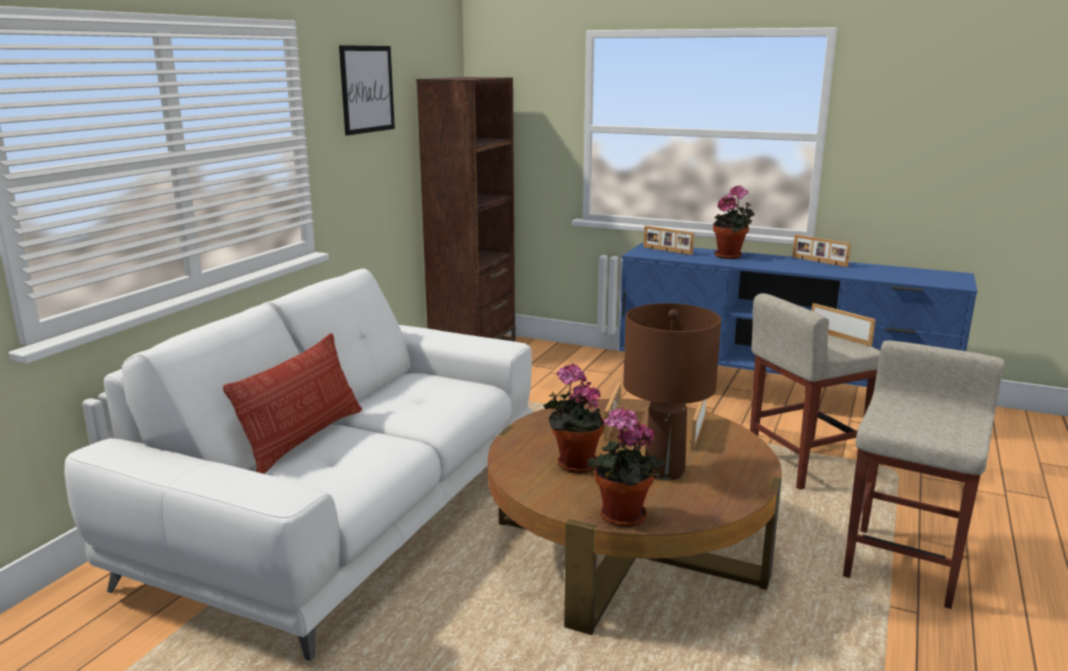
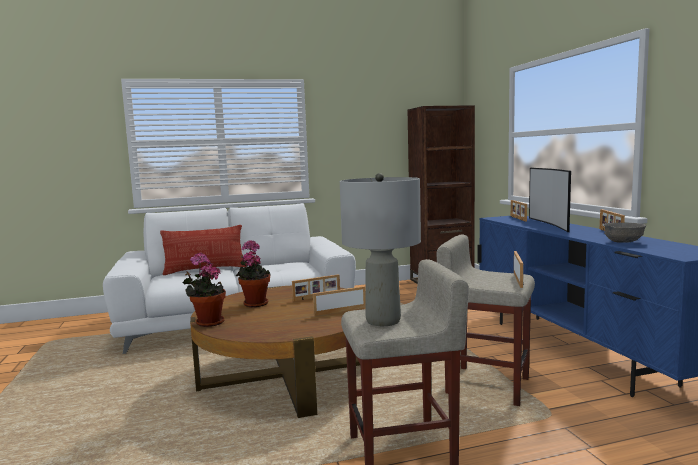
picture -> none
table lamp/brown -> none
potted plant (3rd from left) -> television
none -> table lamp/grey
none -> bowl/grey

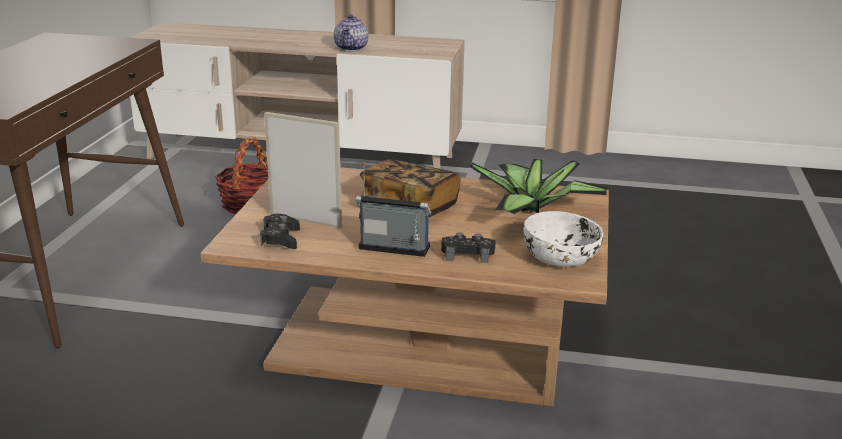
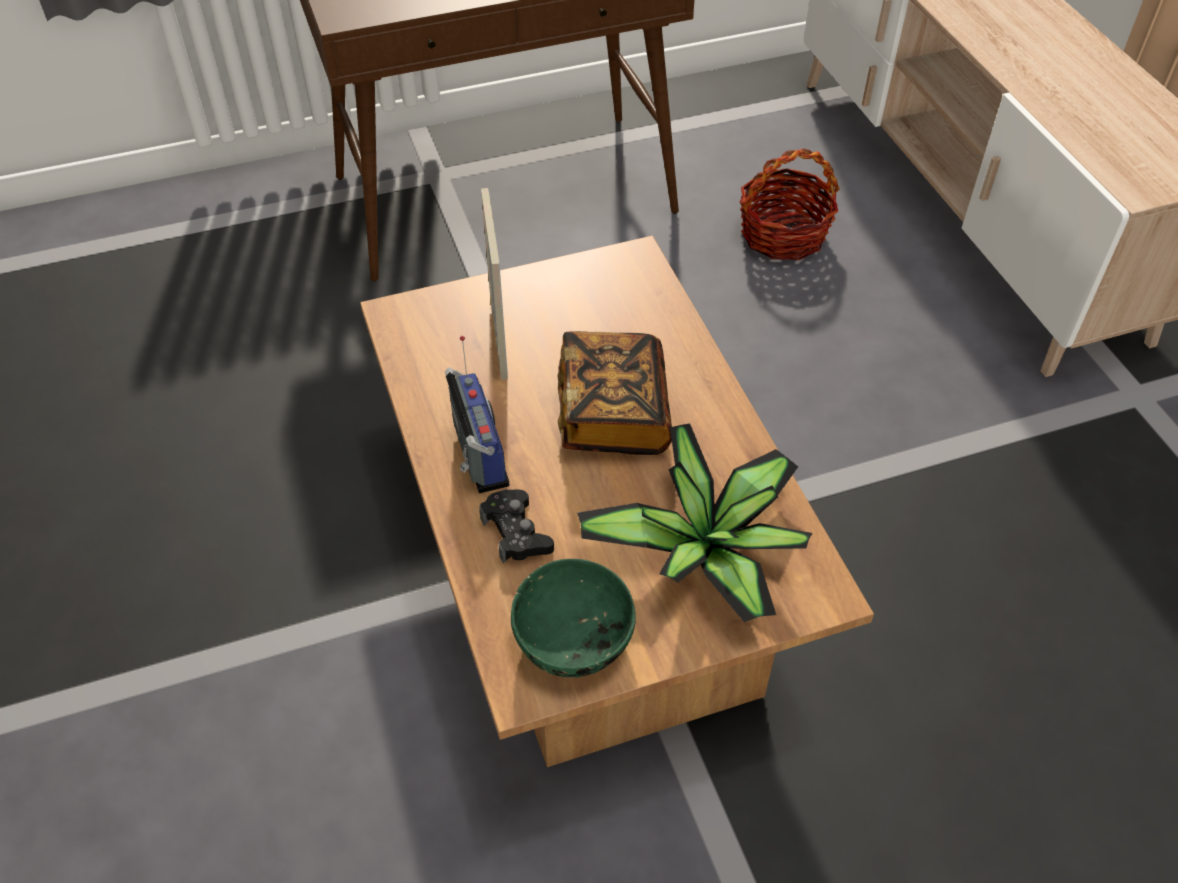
game controller/black (1st from left) -> none
teapot -> none
bowl/white -> bowl/green

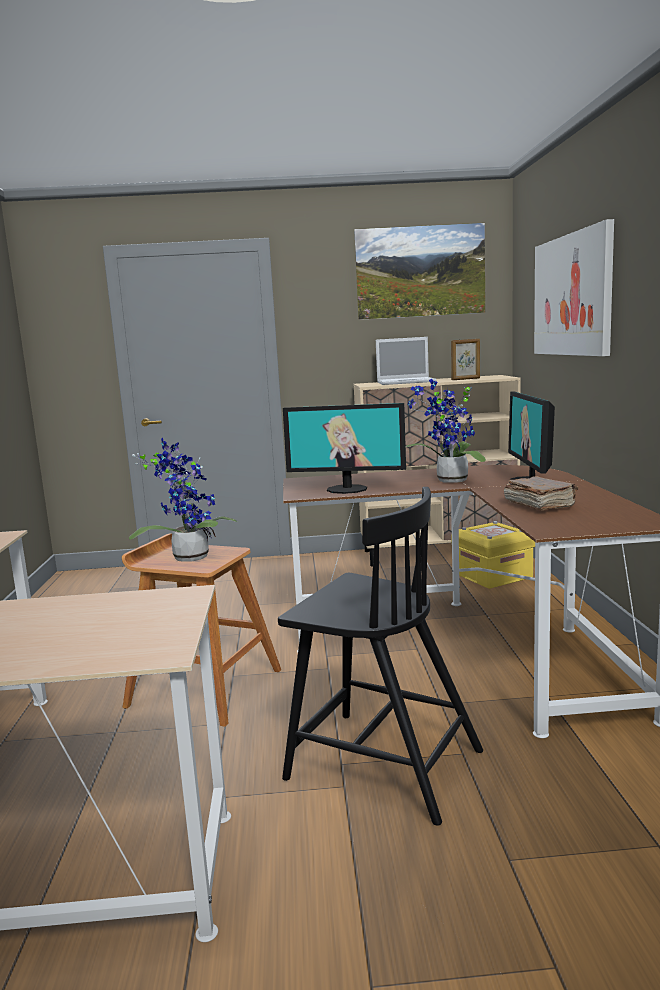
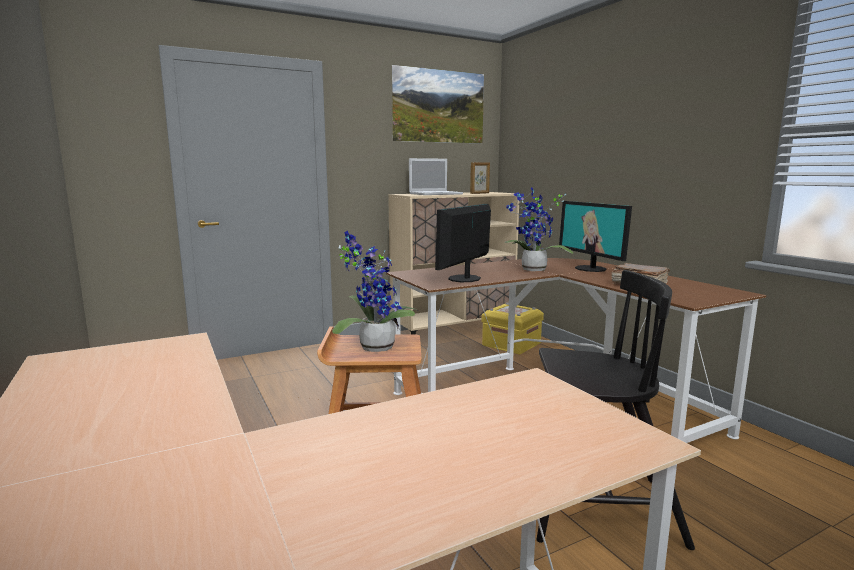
monitor (1st from left), 135 degrees clockwise
picture (2nd from left) -> none

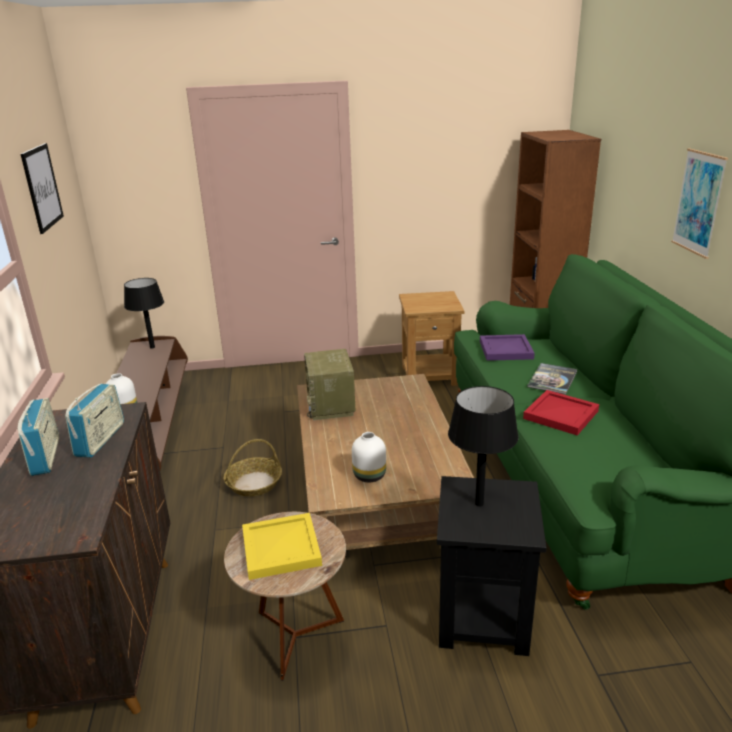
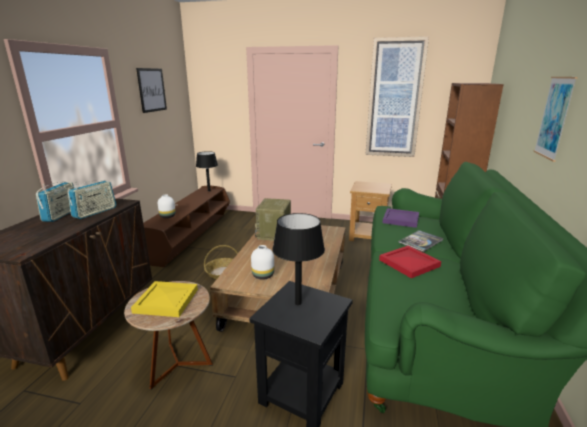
none -> picture (2nd from left)

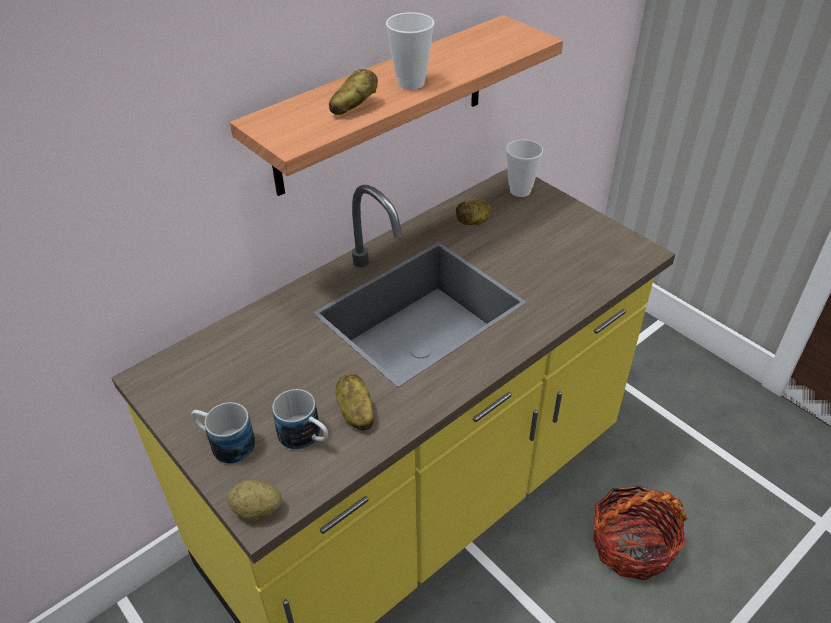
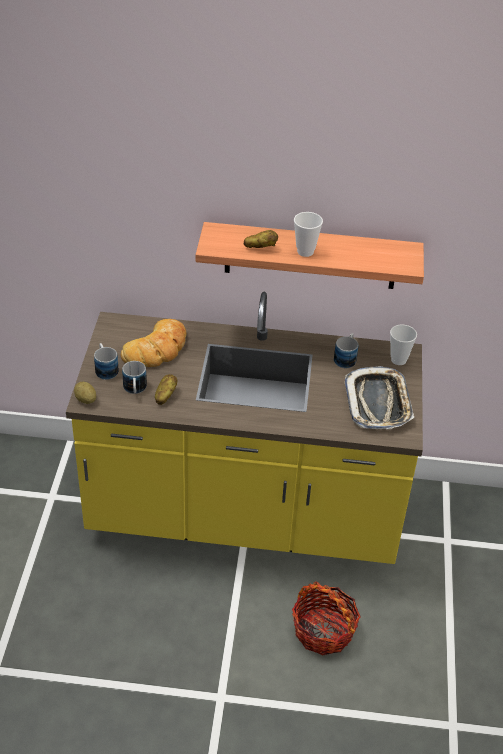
potato (4th from left) -> mug (3rd from left)
none -> bread
none -> tray

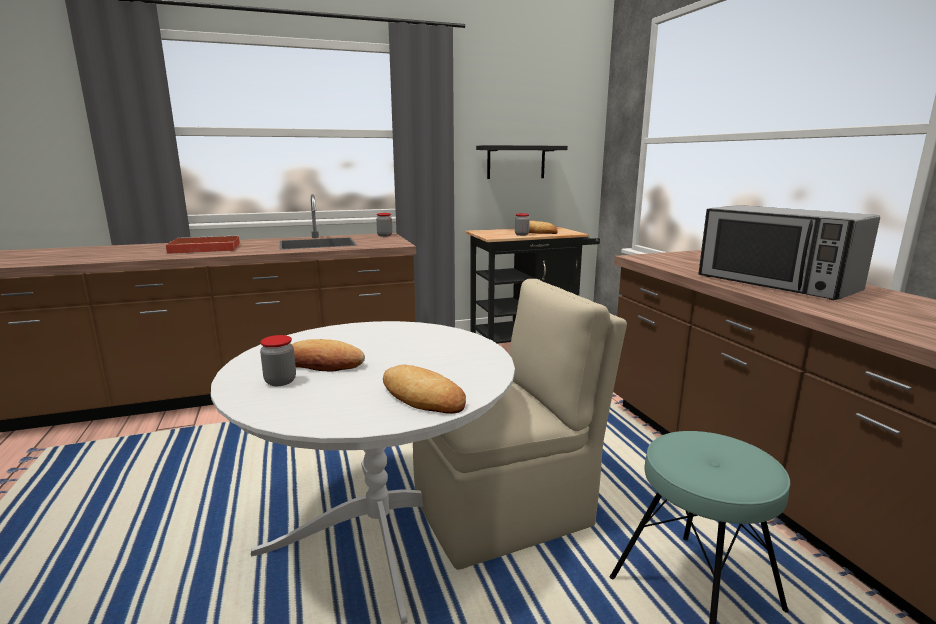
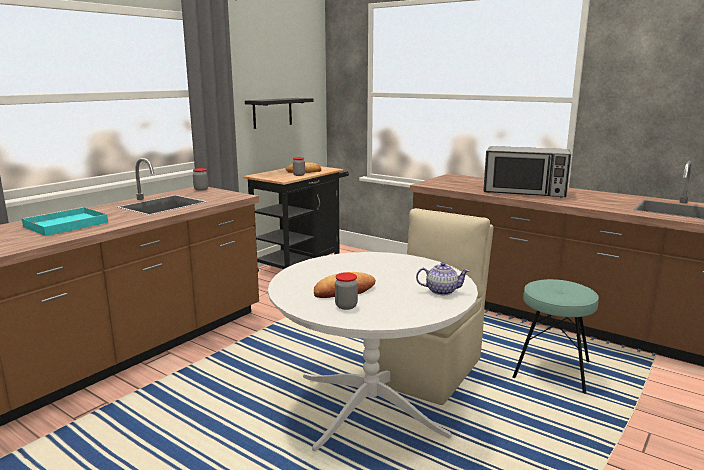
tray/red -> tray/turquoise
bread (2nd from left) -> teapot

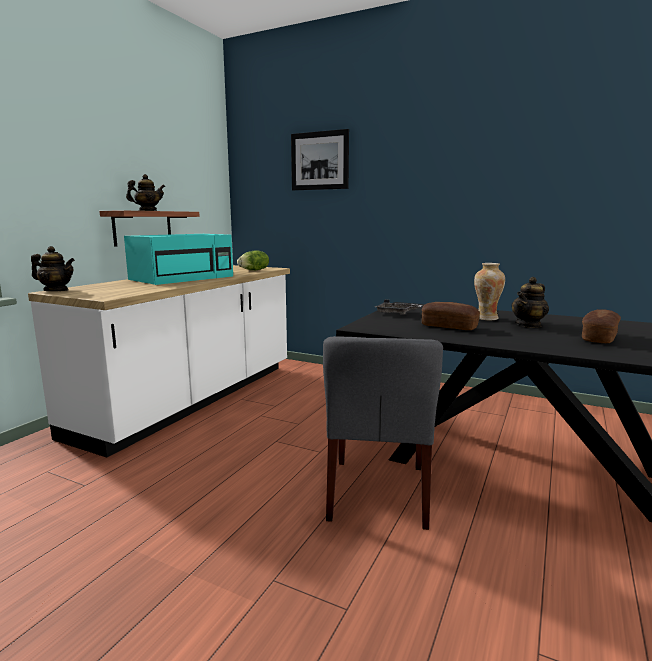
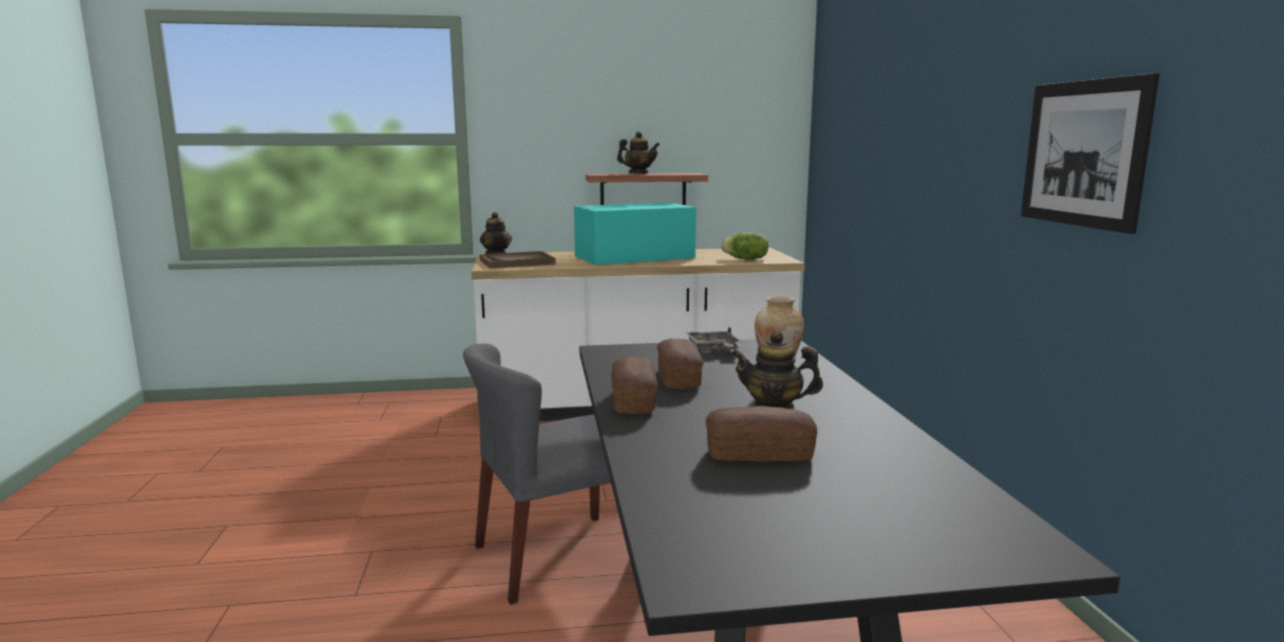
microwave/turquoise, 150 degrees clockwise
picture, moved
none -> tray/brown
none -> bread (1st from left)

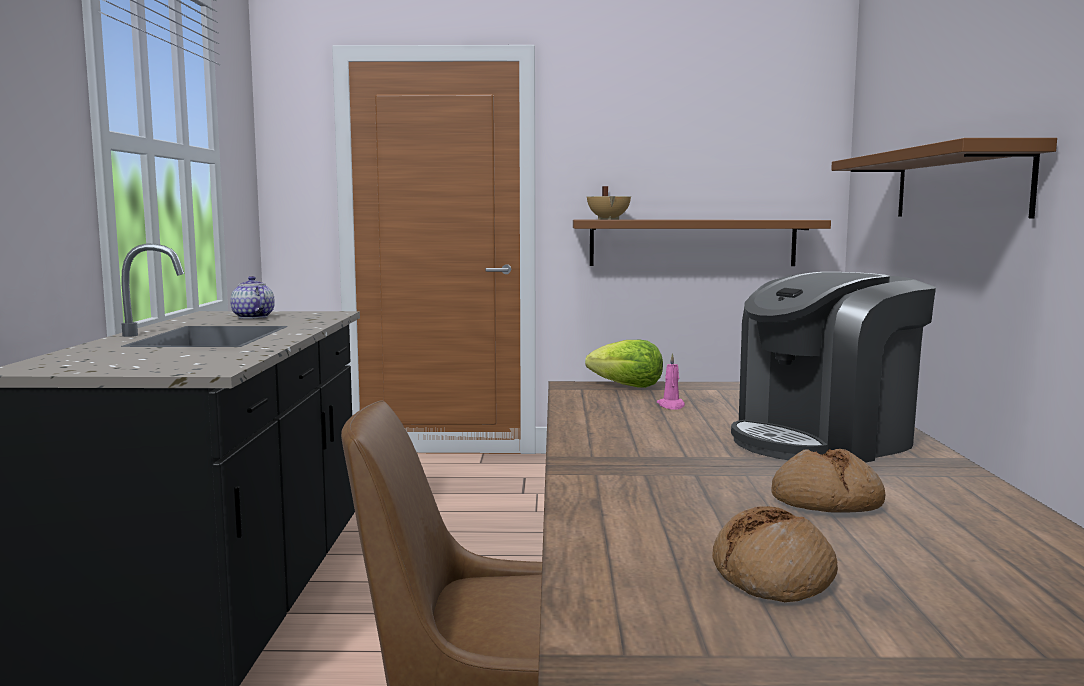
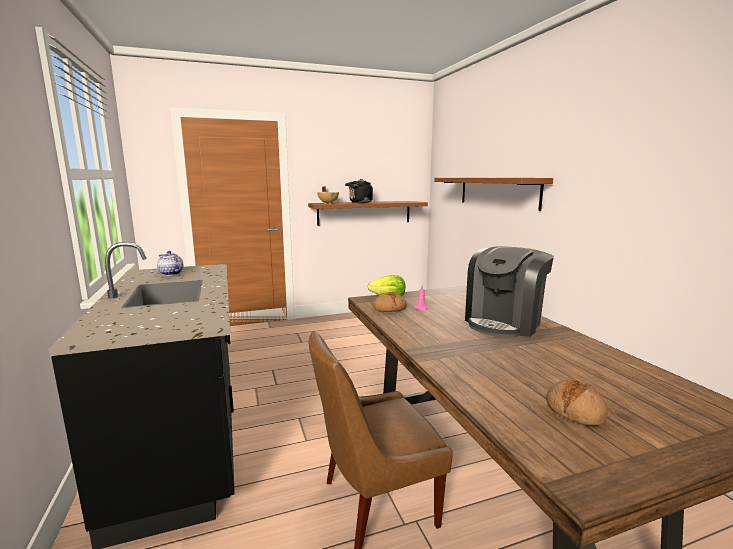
bread (2nd from left in the first image) -> bread (1st from left), moved
none -> kettle/black

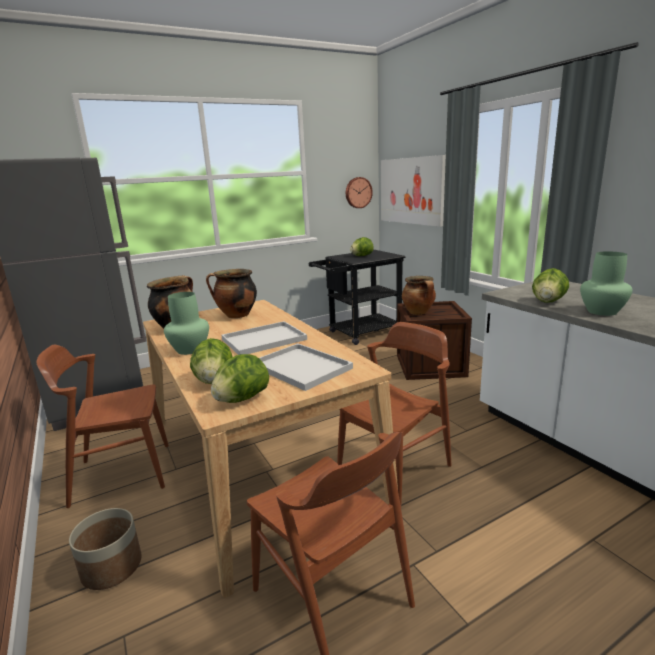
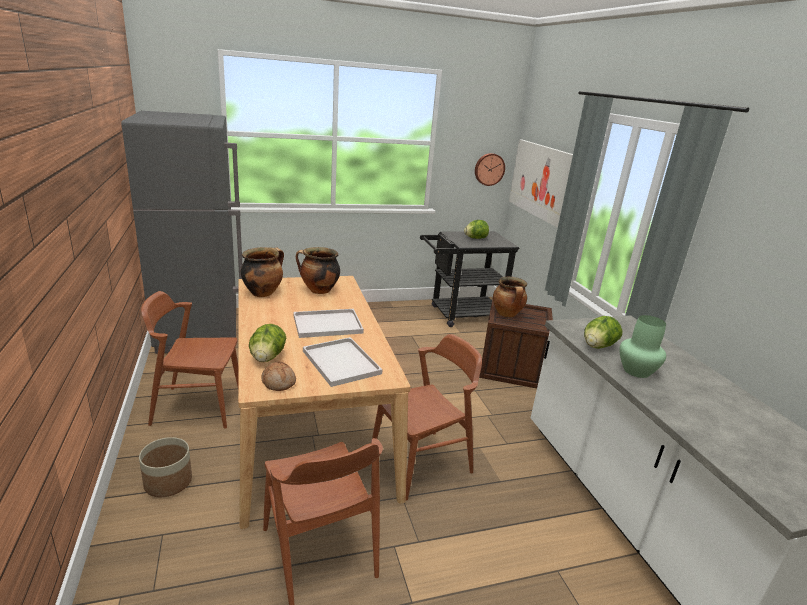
vase/green (1st from left) -> none
lettuce (2nd from left) -> bread

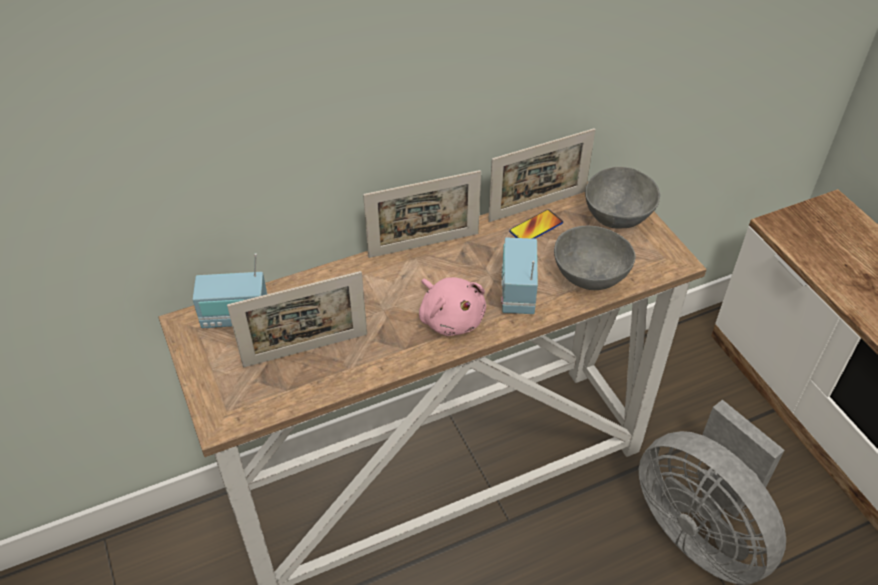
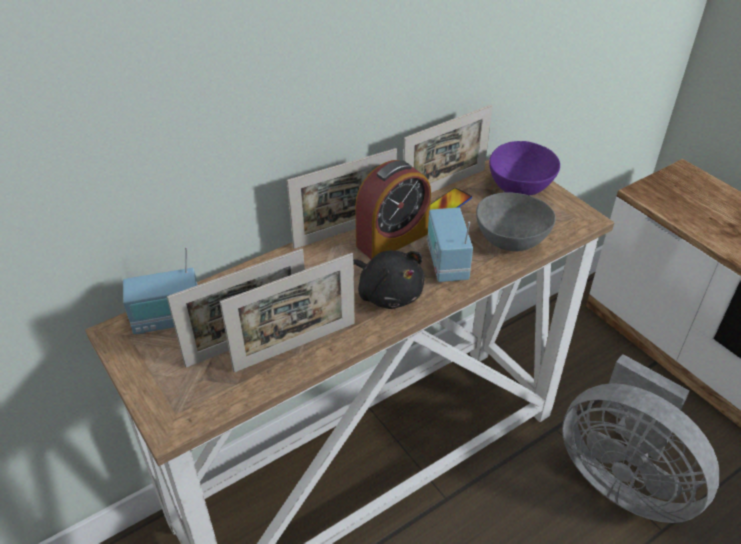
plush toy/pink -> plush toy/black
bowl/grey (2nd from left) -> bowl/purple
none -> picture frame (2nd from left)
none -> alarm clock

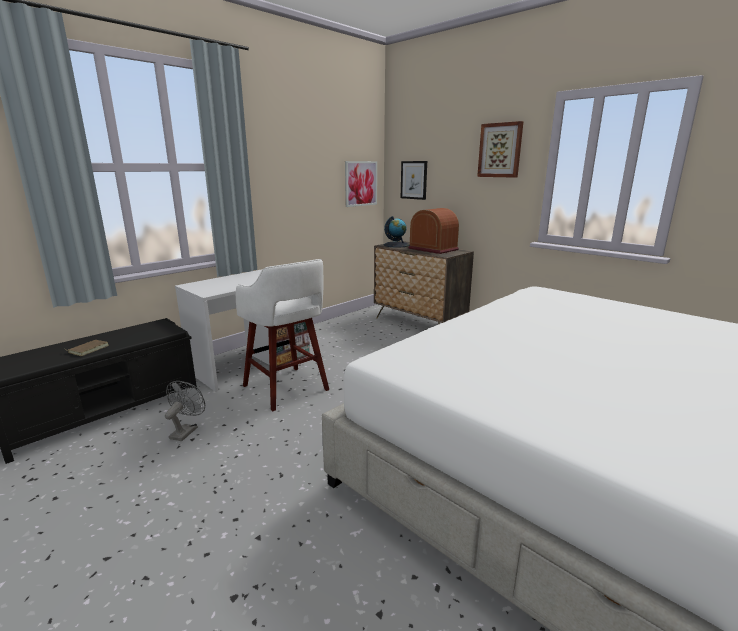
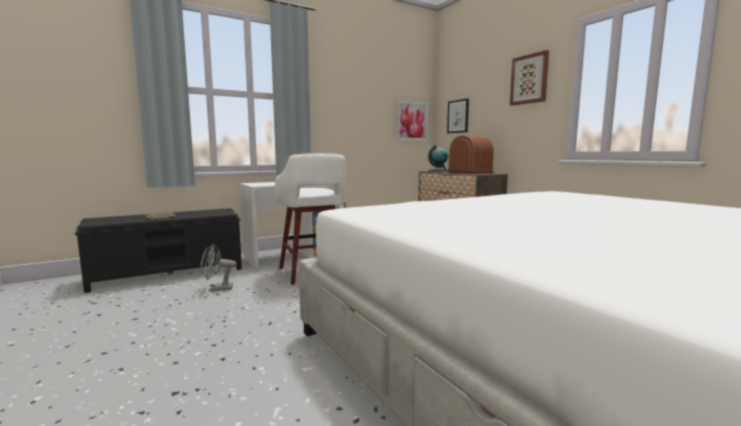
fan/grey, 135 degrees counterclockwise

